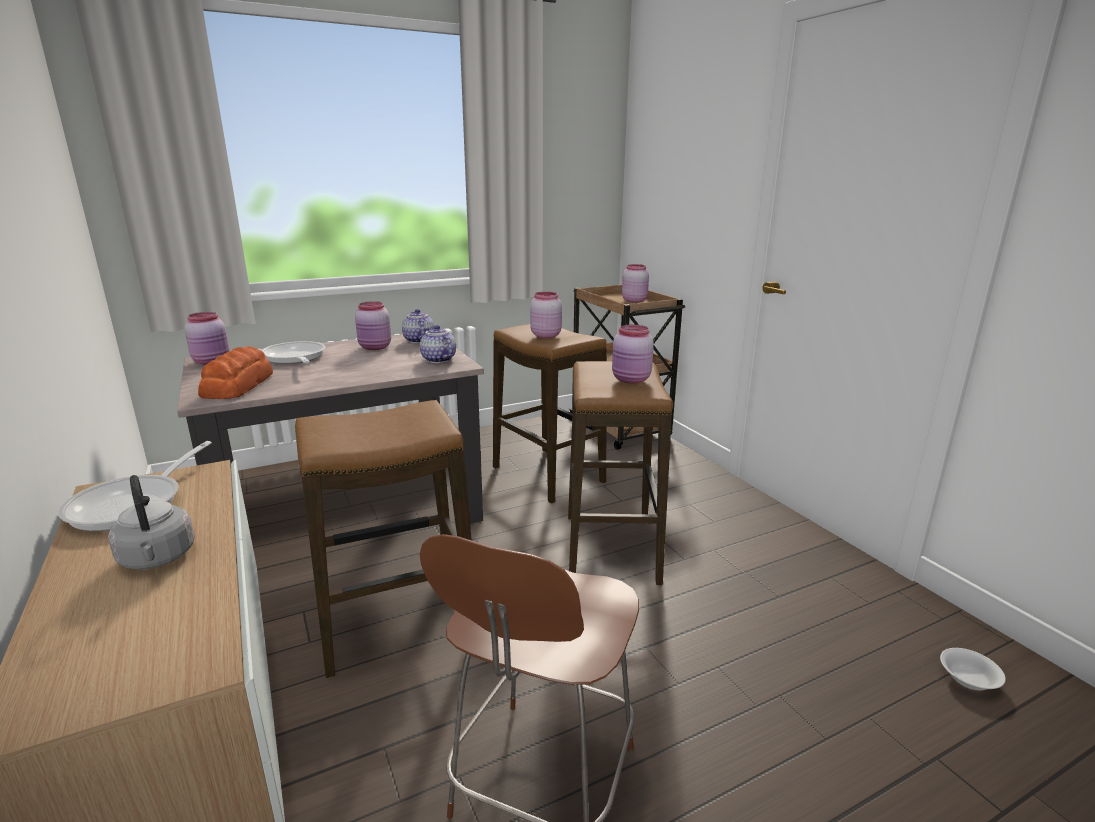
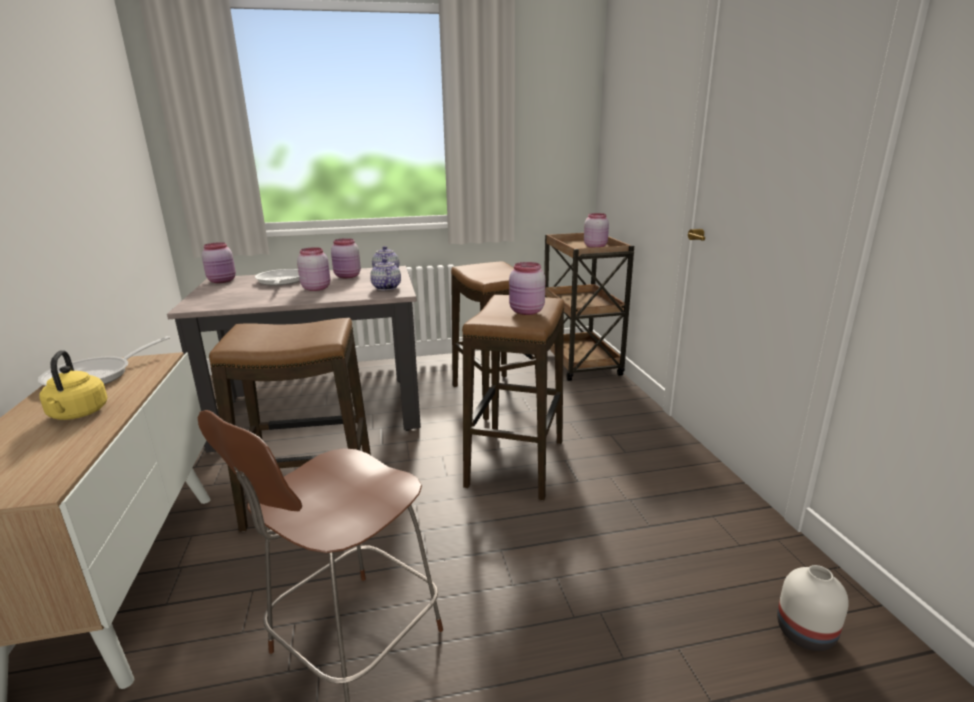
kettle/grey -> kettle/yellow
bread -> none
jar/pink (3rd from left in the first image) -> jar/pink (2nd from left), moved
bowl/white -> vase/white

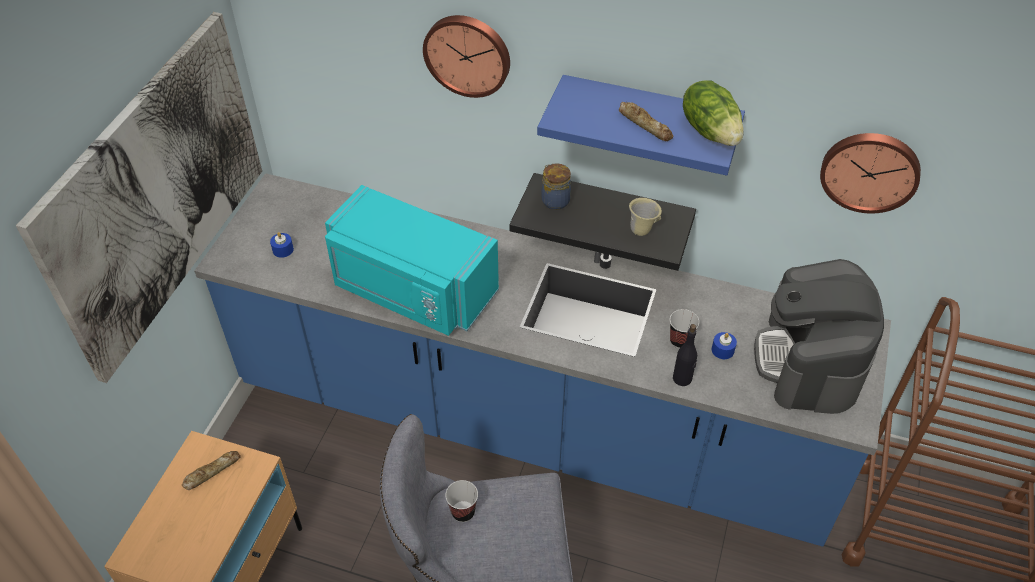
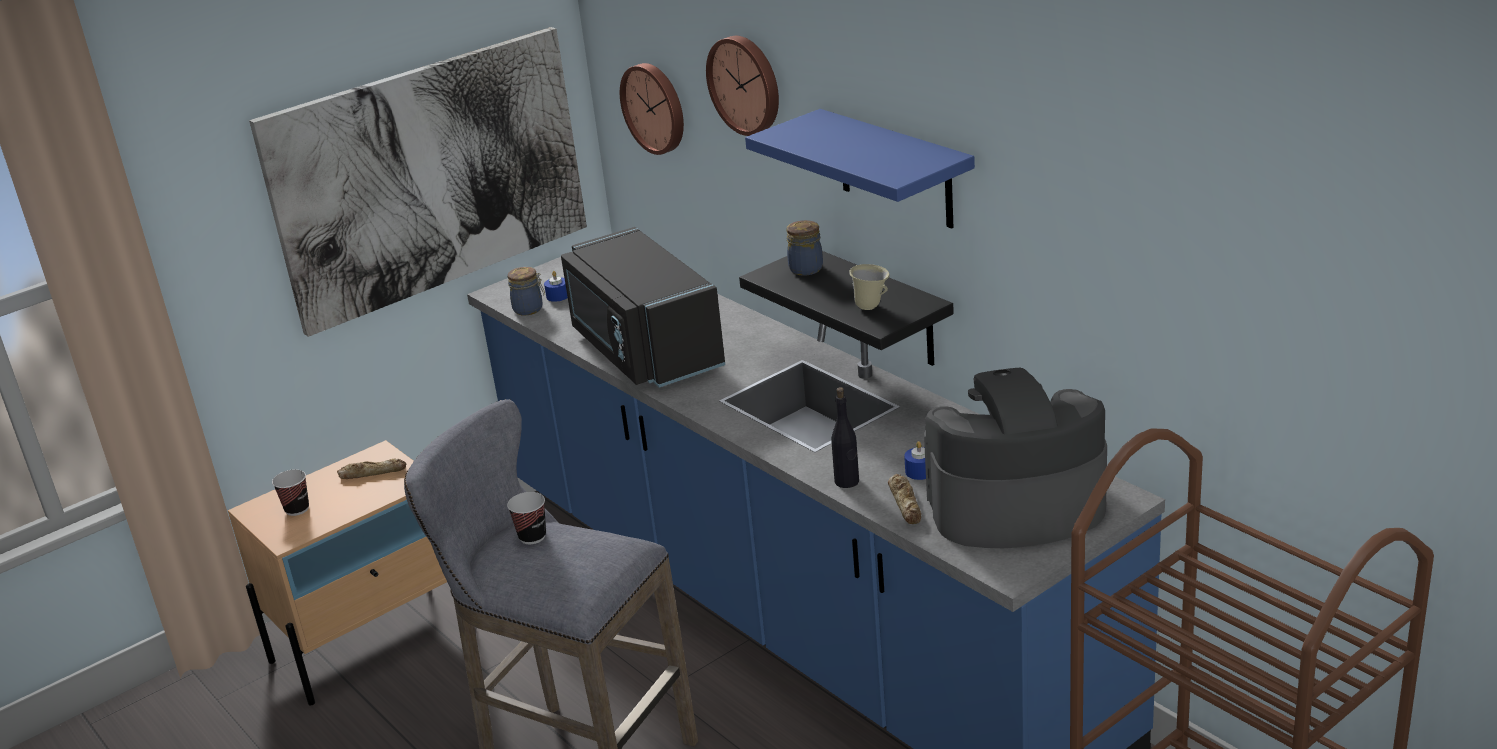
microwave/turquoise -> microwave/black
bread (2nd from left), moved
cup (2nd from left in the first image) -> cup (1st from left), moved
lettuce -> none
coffee machine, 45 degrees clockwise
wall clock (2nd from left in the first image) -> wall clock (1st from left), moved
none -> jar (1st from left)

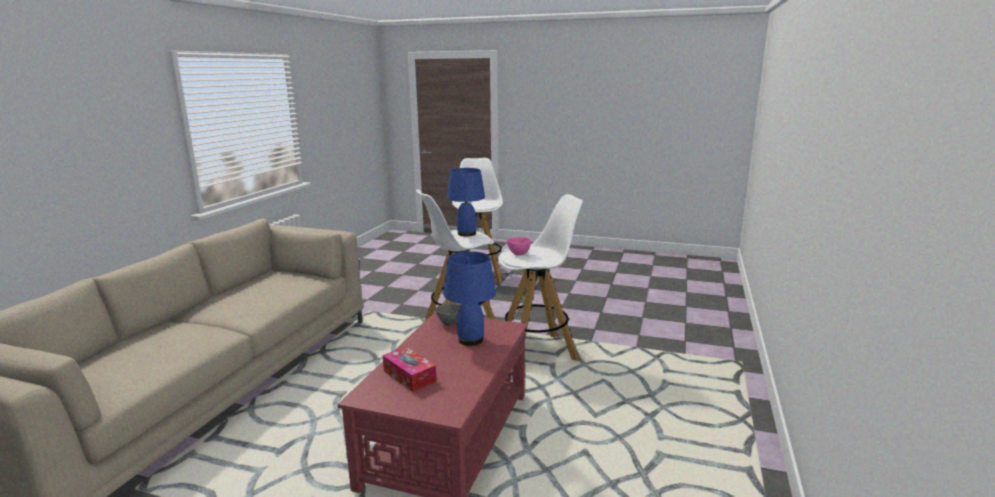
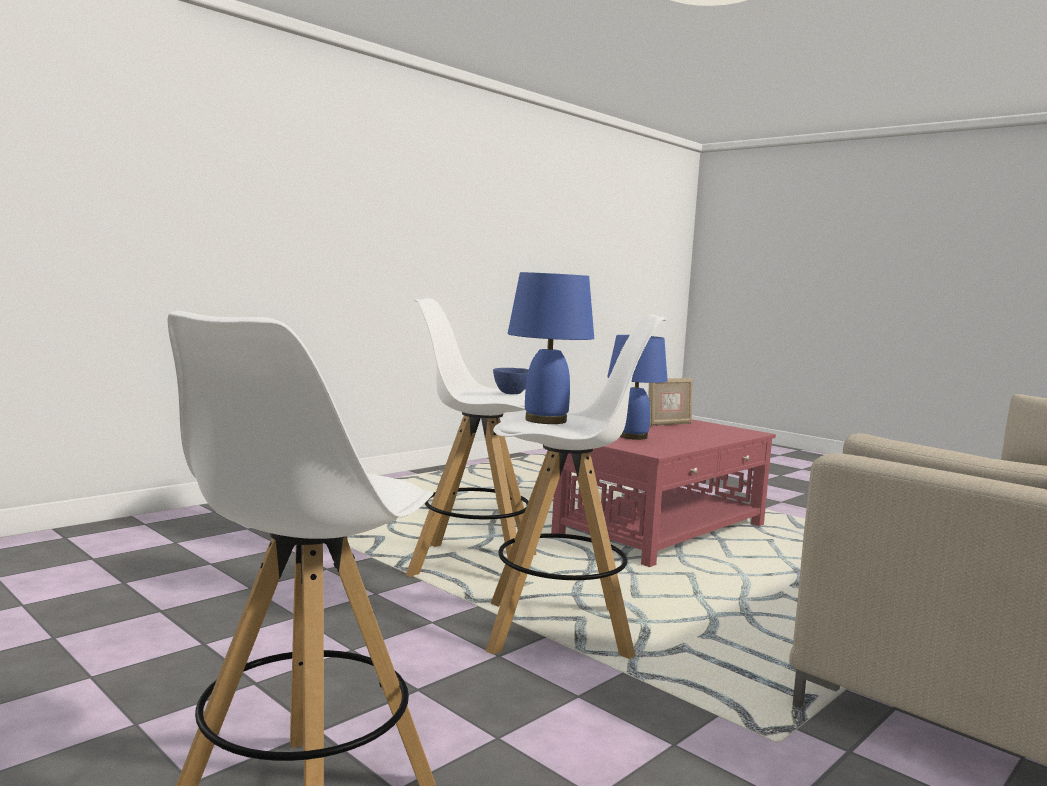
tissue box -> none
bowl/grey -> none
bowl/pink -> bowl/blue
none -> picture frame

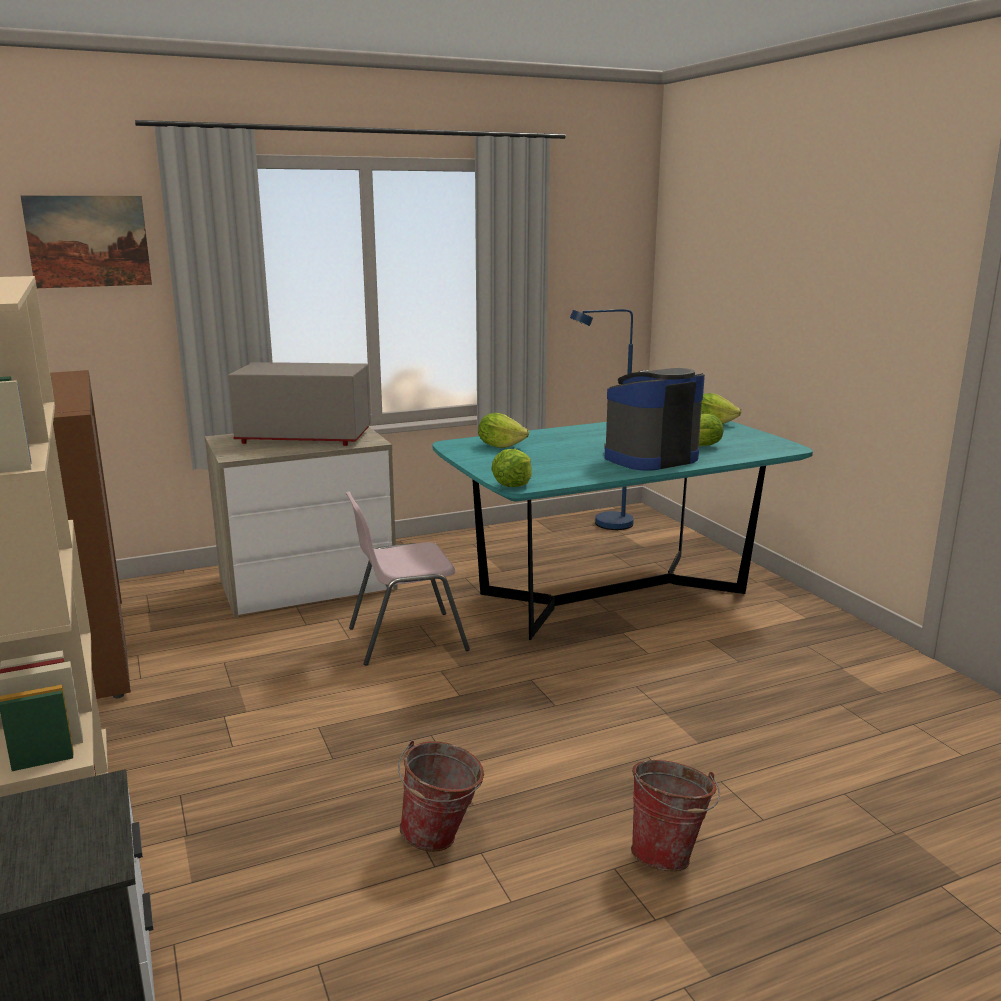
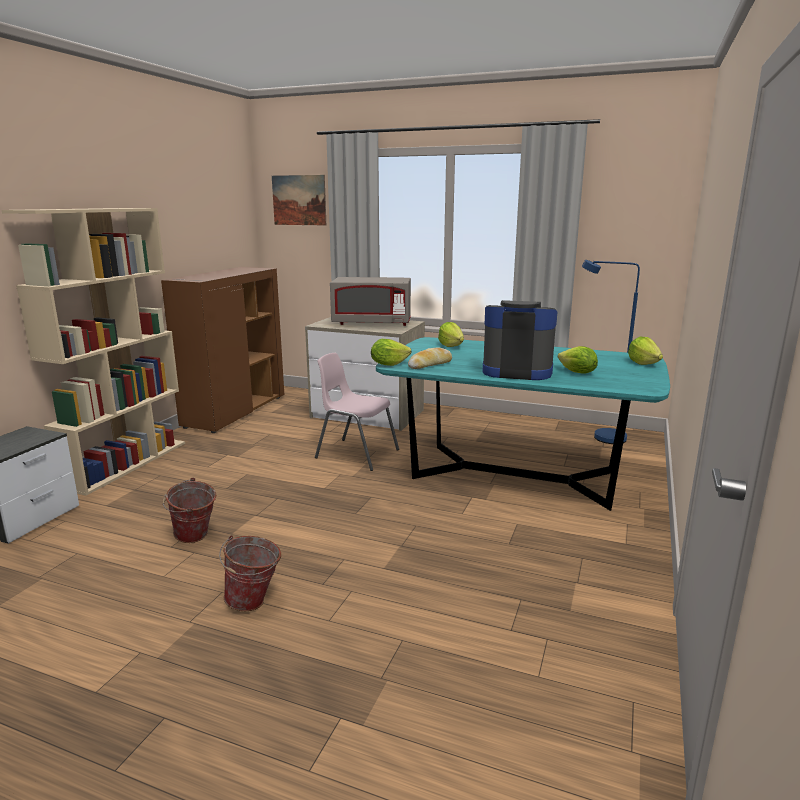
microwave/grey, 135 degrees clockwise
none -> bread

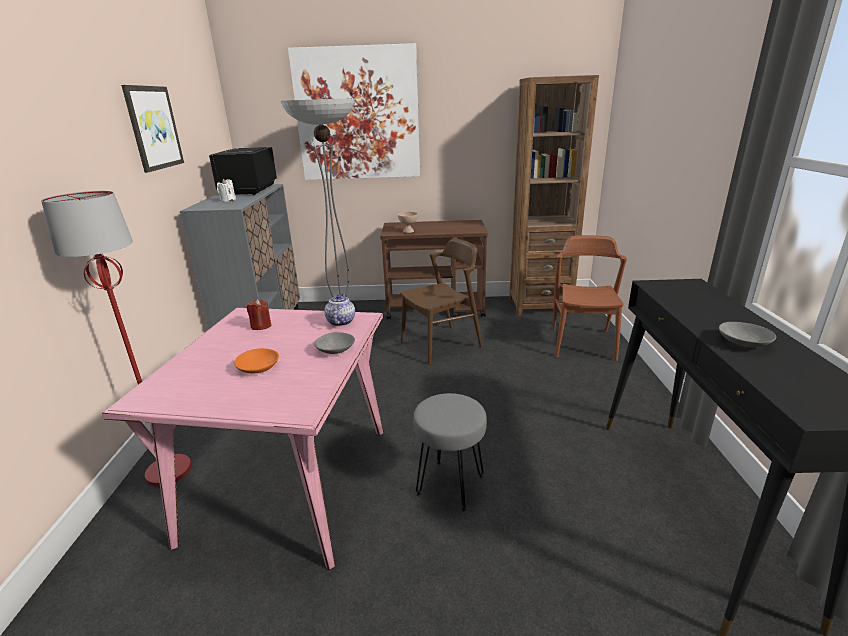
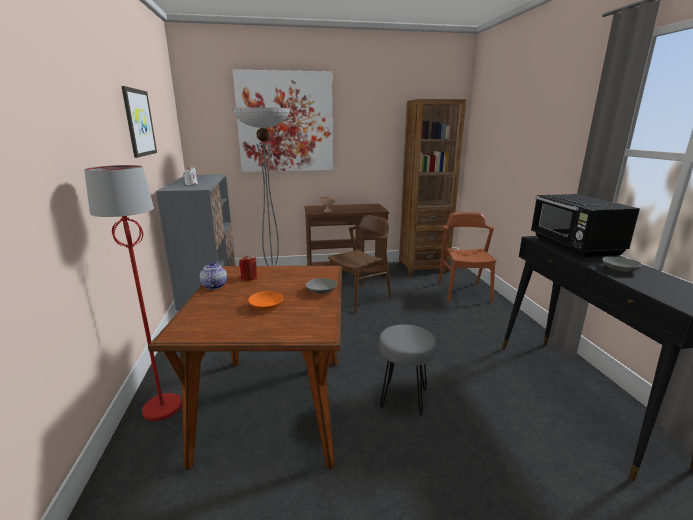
dining table/pink -> dining table/brown
microwave/black, moved
teapot, moved

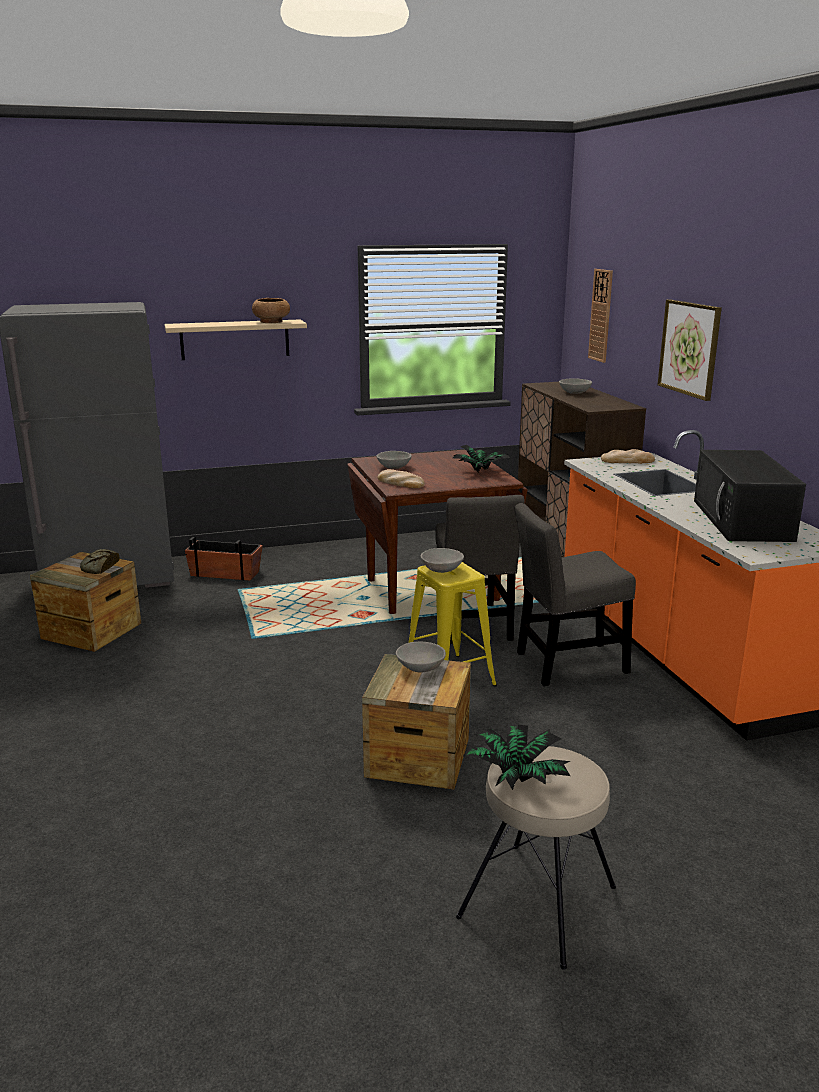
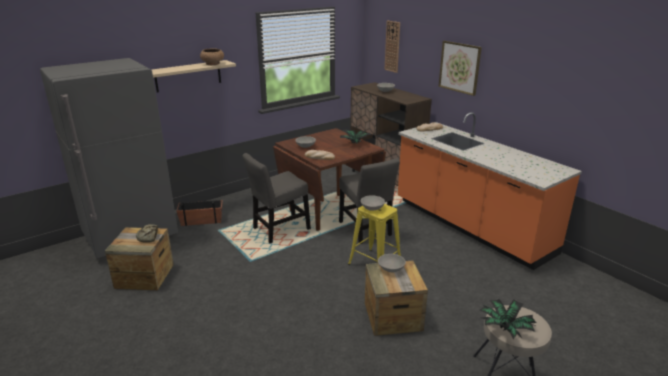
chair/grey (2nd from left in the first image) -> chair/grey (1st from left), moved
microwave/black -> none

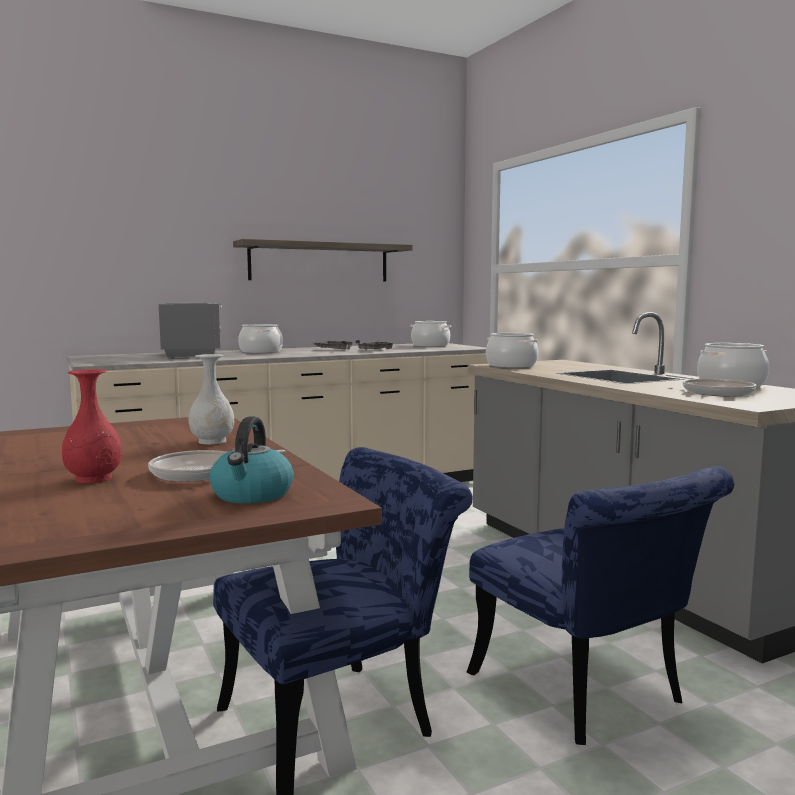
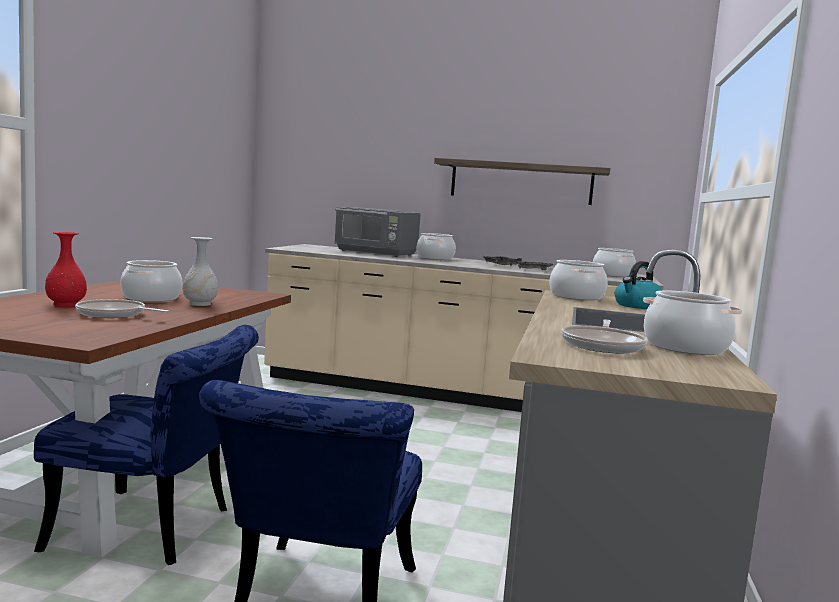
microwave/grey, 90 degrees clockwise
kettle, moved
none -> cooking pot (1st from left)

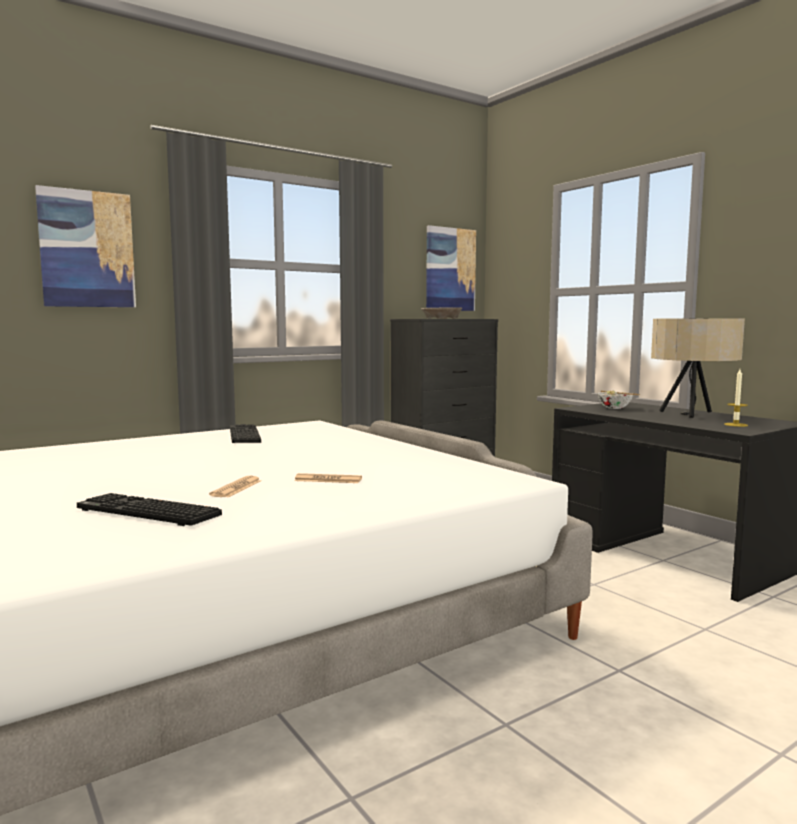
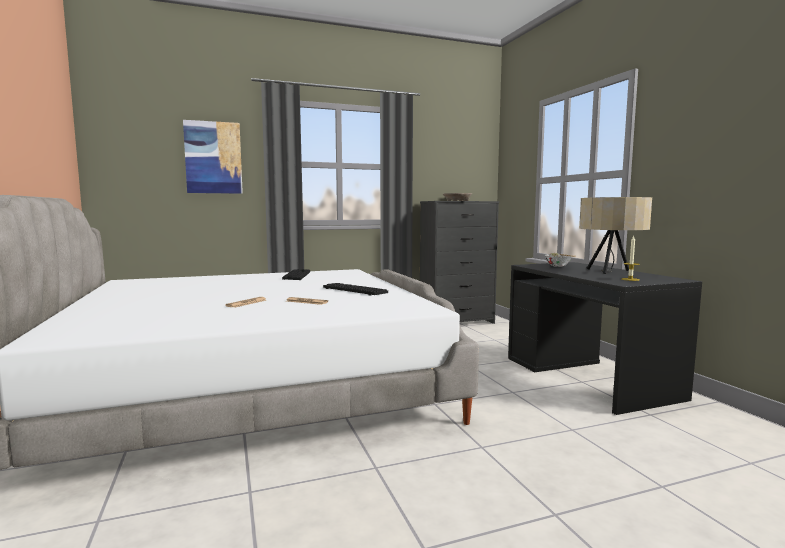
keyboard (1st from left in the first image) -> keyboard (2nd from left), moved
picture (2nd from left) -> none

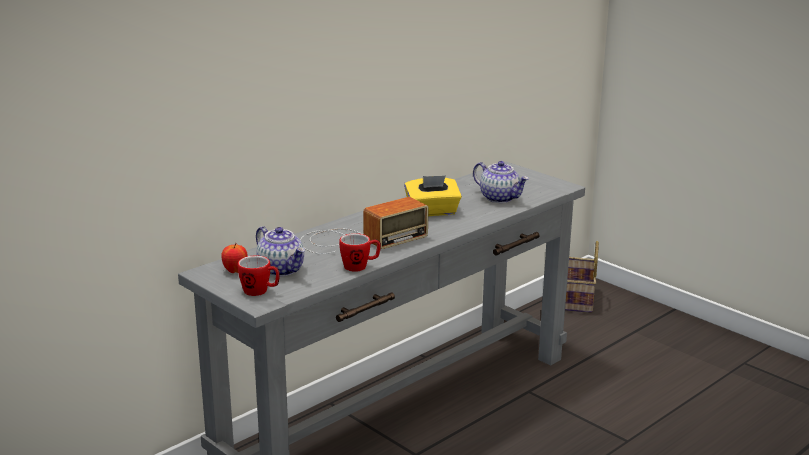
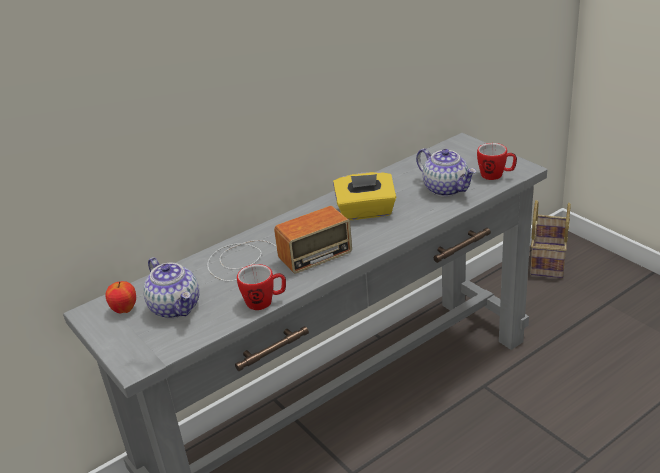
mug (1st from left in the first image) -> mug (2nd from left), moved

